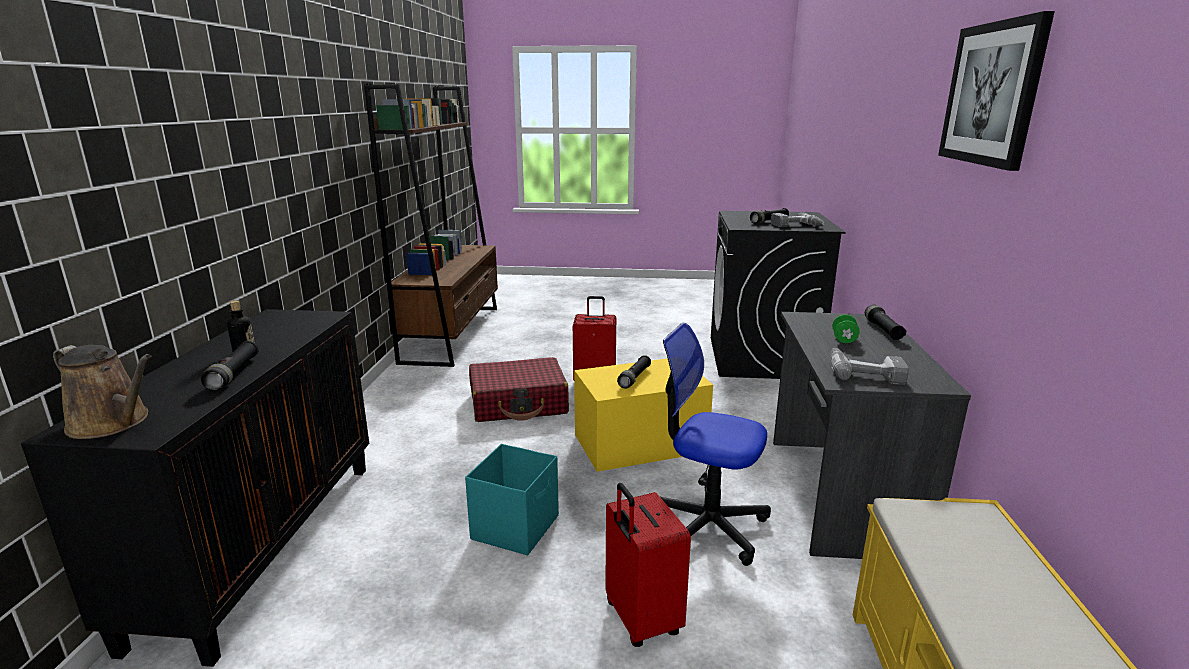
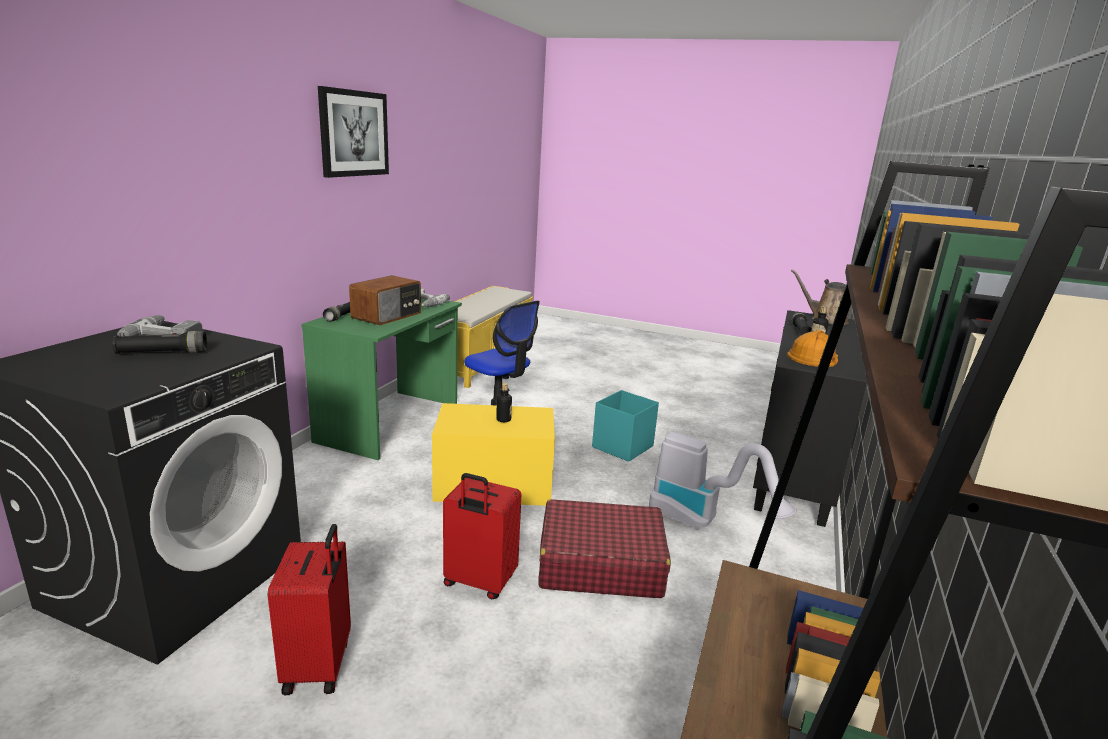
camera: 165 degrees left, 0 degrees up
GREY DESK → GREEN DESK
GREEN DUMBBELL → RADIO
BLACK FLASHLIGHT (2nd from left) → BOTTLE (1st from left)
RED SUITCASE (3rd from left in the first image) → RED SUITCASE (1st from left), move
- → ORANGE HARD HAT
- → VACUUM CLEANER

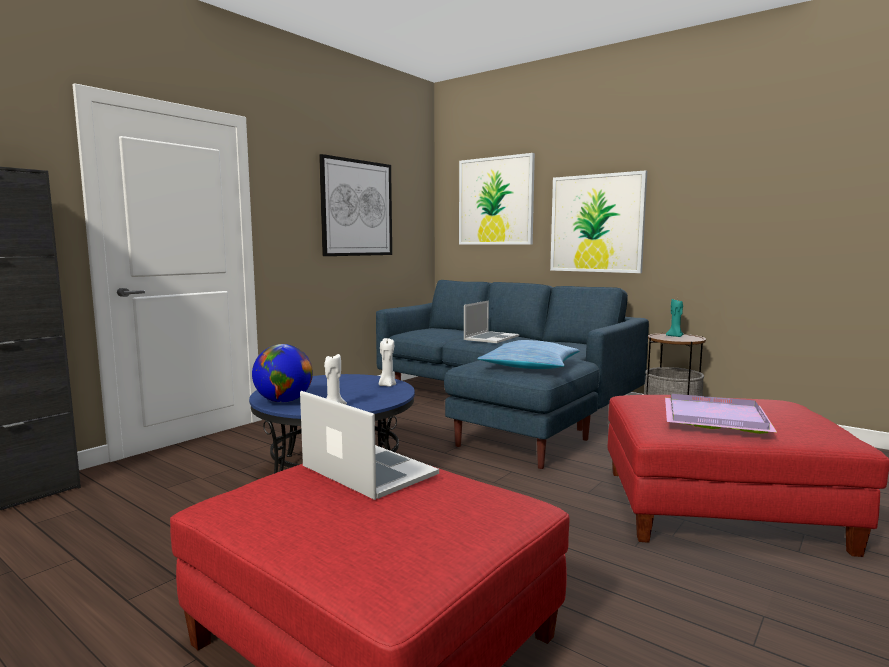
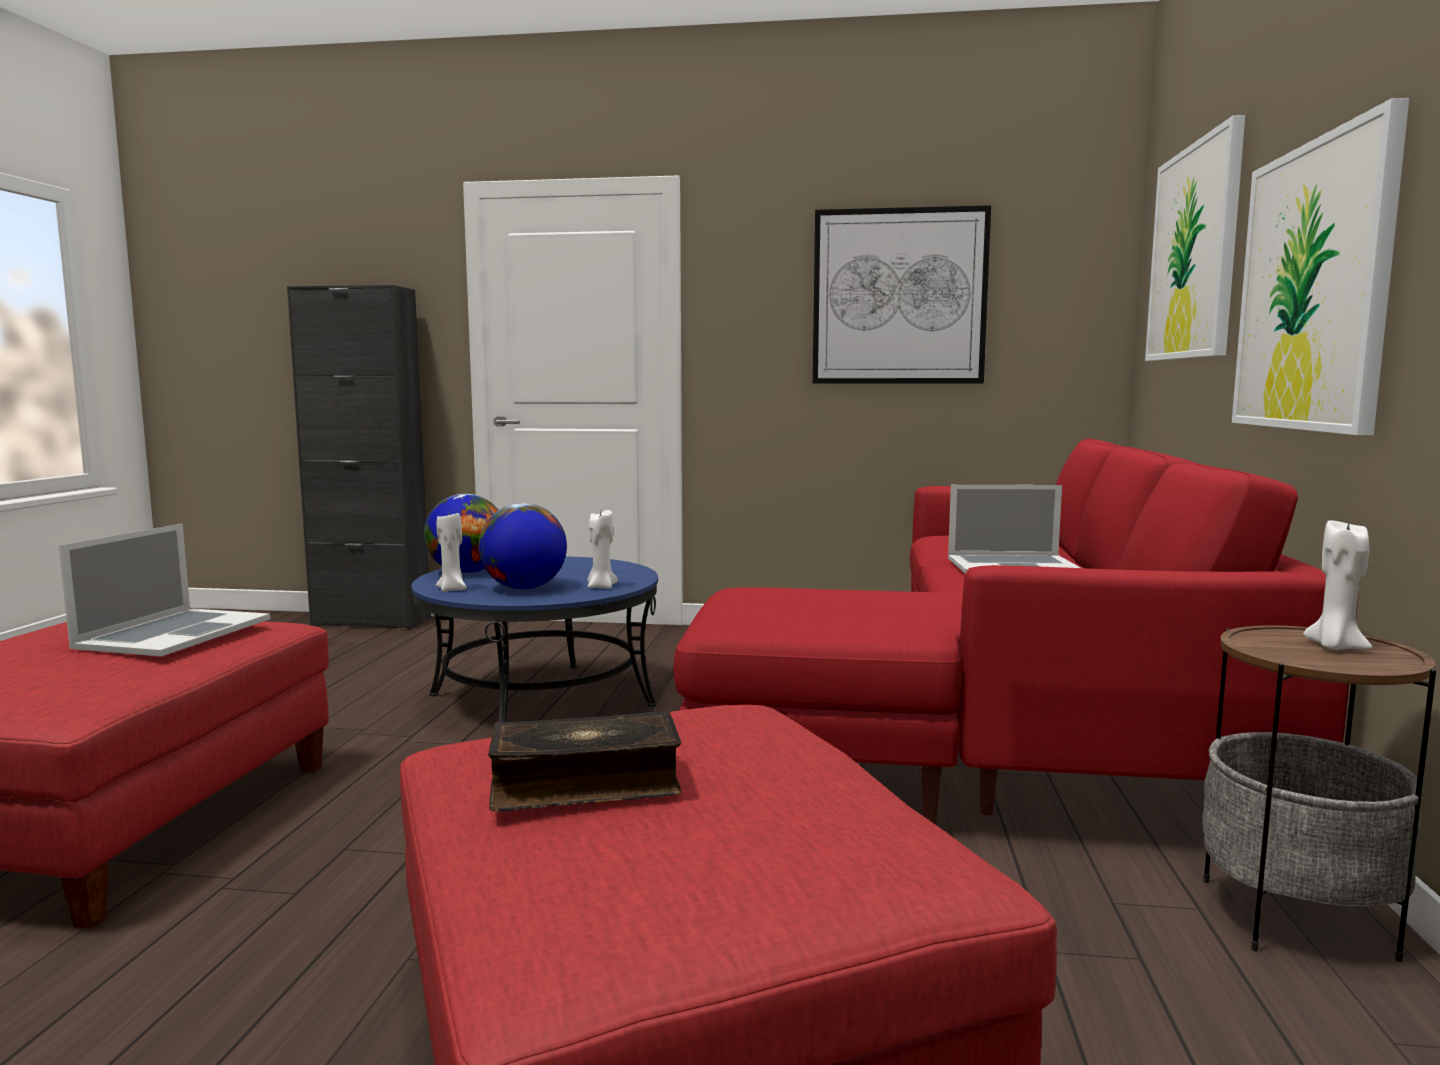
camera: 60 degrees right, 0 degrees up
BLUE SOFA → RED SOFA
TURQUOISE CANDLE → WHITE CANDLE (3rd from left)
PILLOW → -
PURPLE TRAY → BOOK
- → GLOBE (2nd from left)

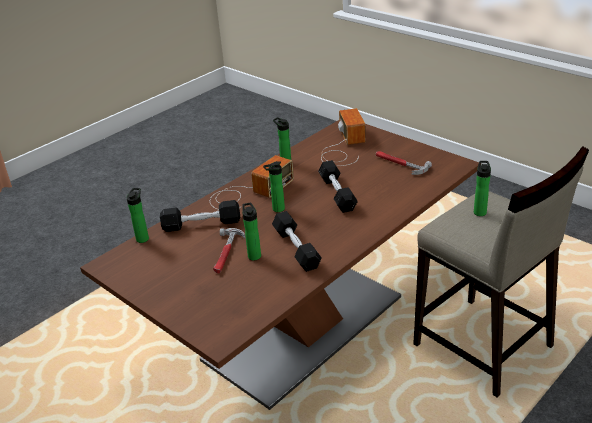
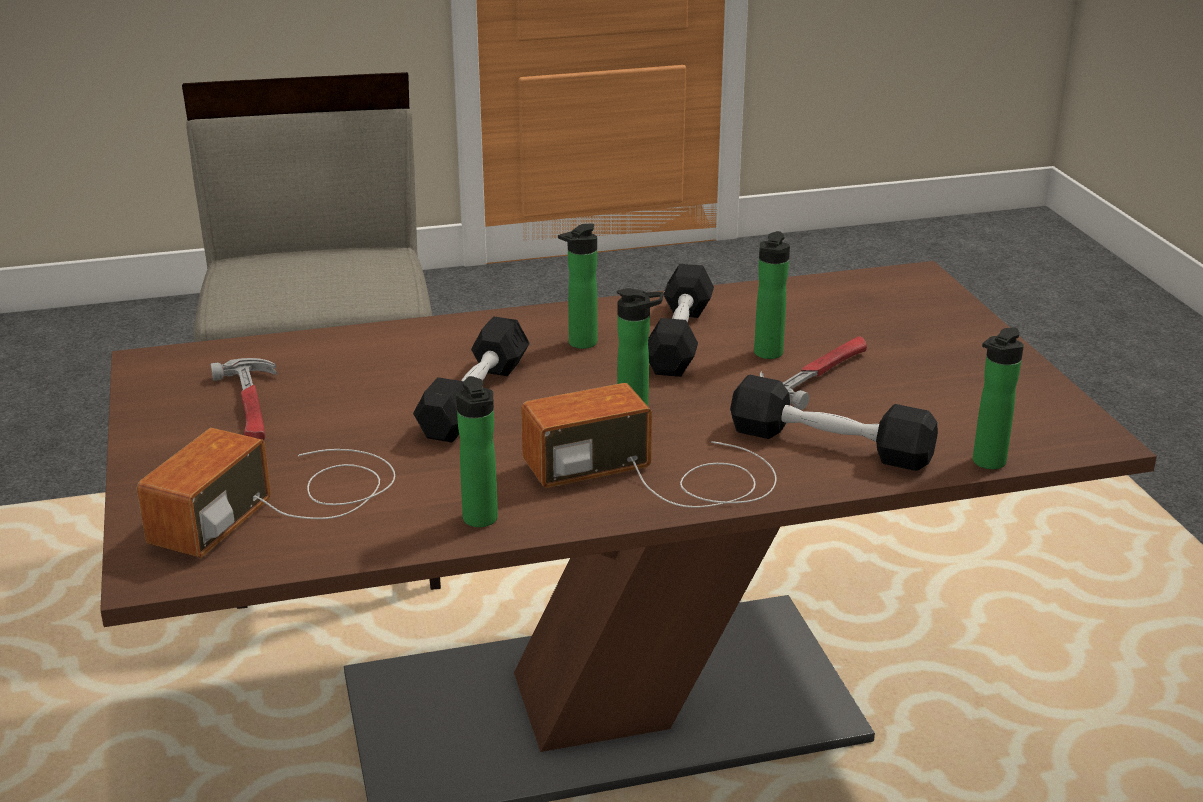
camera: 150 degrees left, 5 degrees down
BOTTLE (5th from left in the first image) → BOTTLE (2nd from left), move

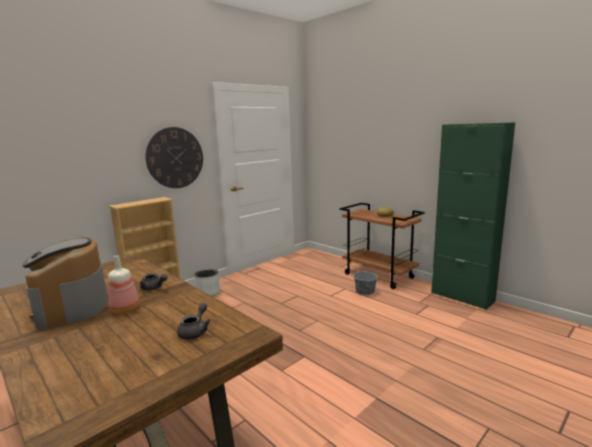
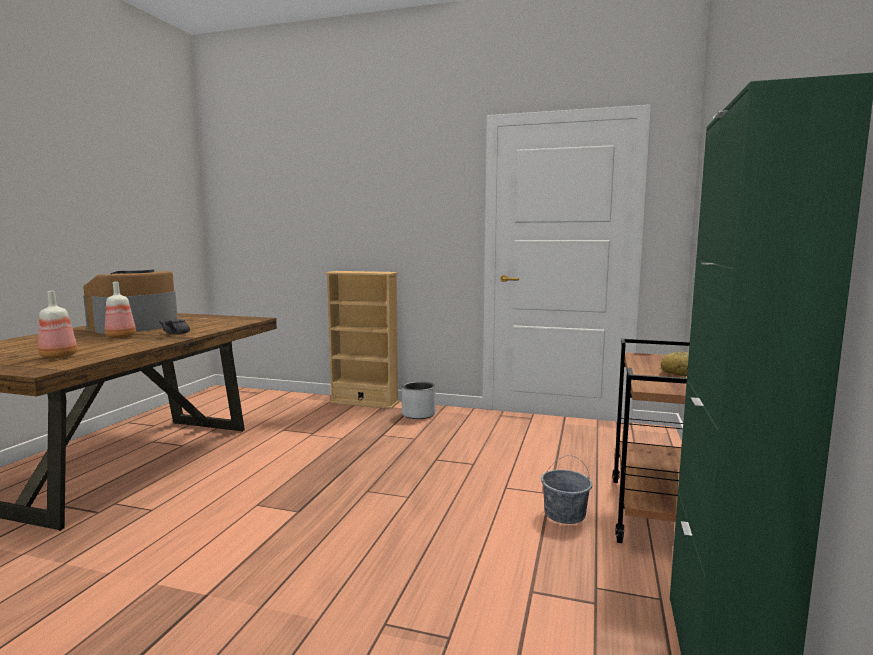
camera: 60 degrees right, 5 degrees down
WALL CLOCK → -
GREY TEAPOT (2nd from left) → BOTTLE (1st from left)

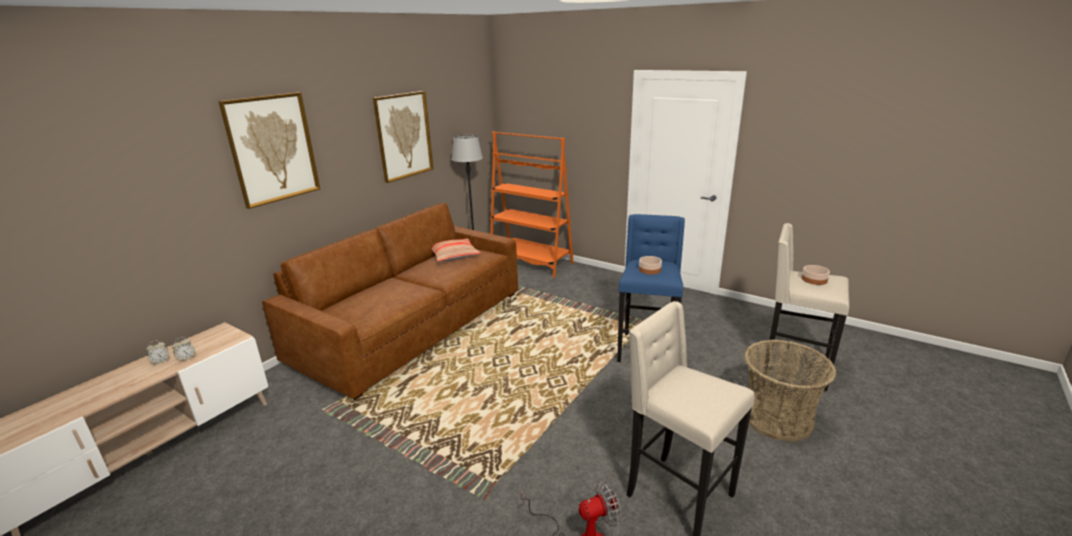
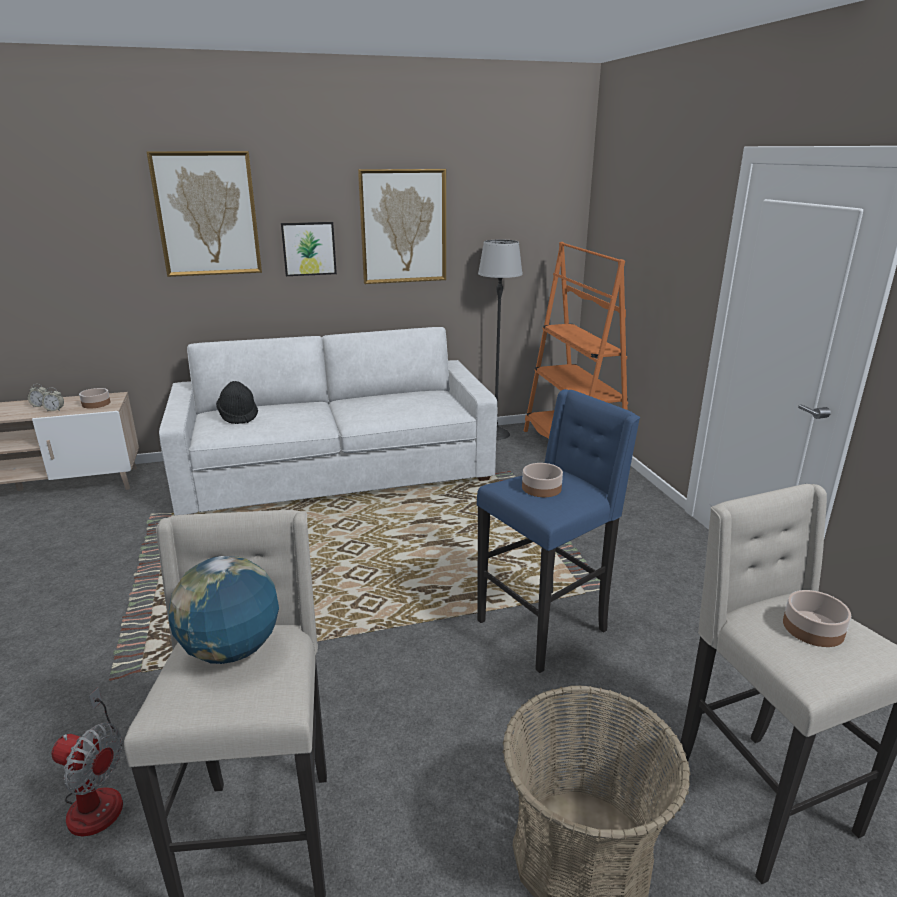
camera: 40 degrees right, 0 degrees up
BROWN SOFA → WHITE SOFA
PILLOW → -
- → PICTURE (2nd from left)
- → BLACK HAT
- → BOWL (1st from left)
- → GLOBE

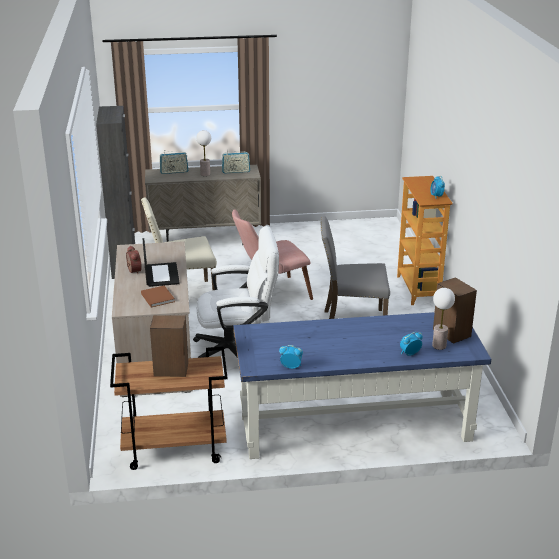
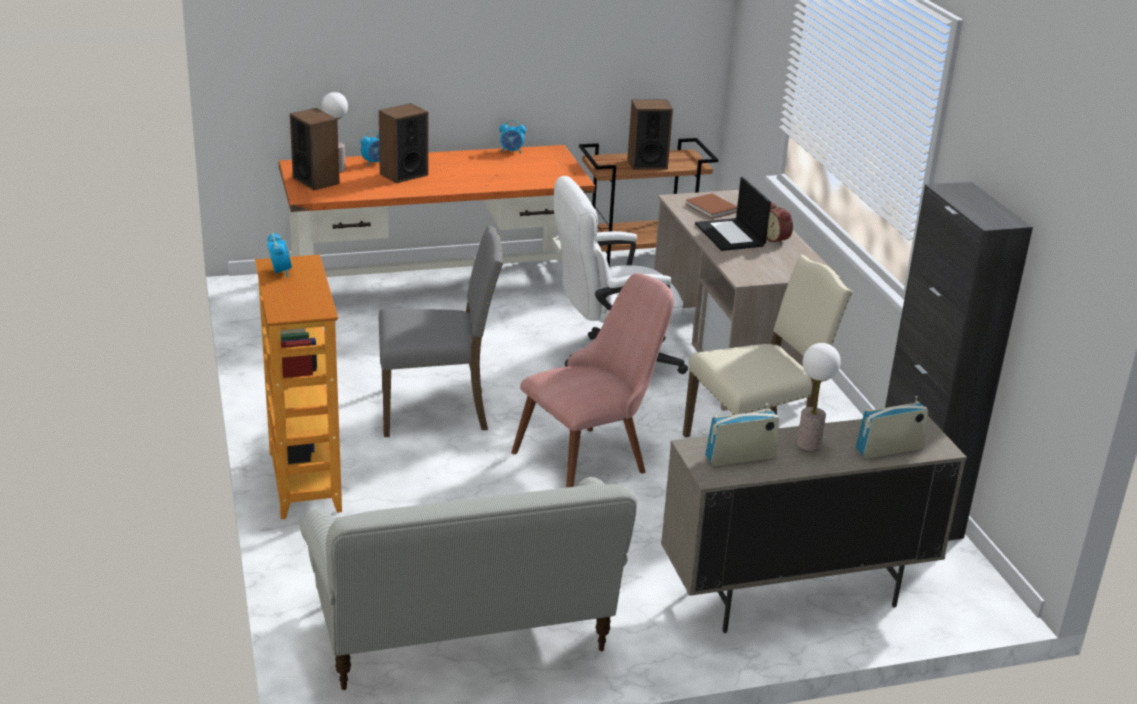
camera: 170 degrees right, 0 degrees up
BLUE DESK → ORANGE DESK
- → SPEAKER (2nd from left)
- → SOFA

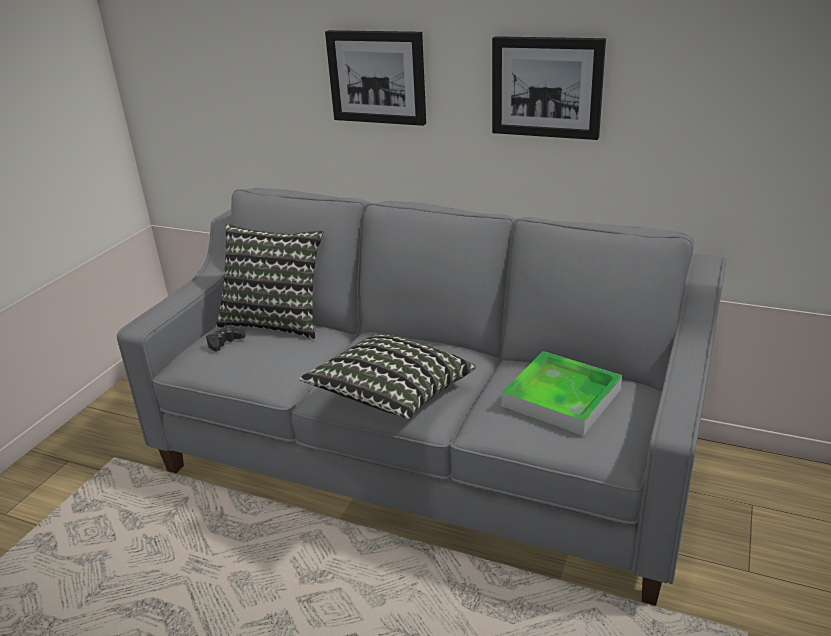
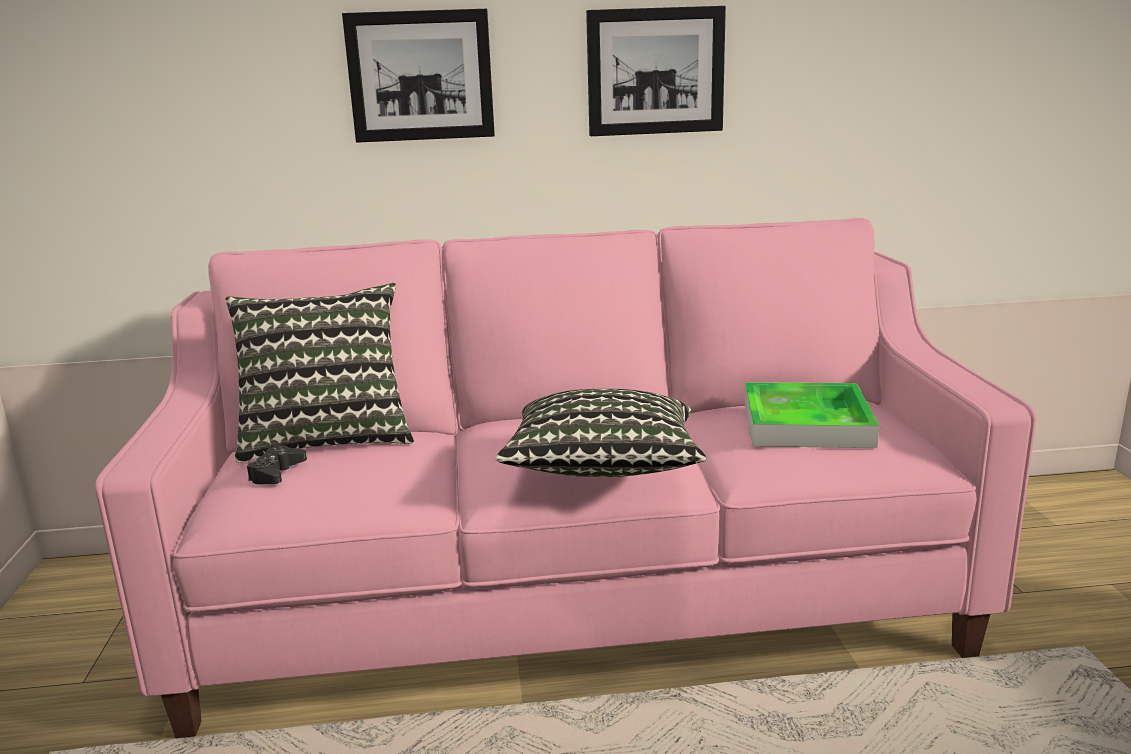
camera: 30 degrees left, 10 degrees down
GREY SOFA → PINK SOFA

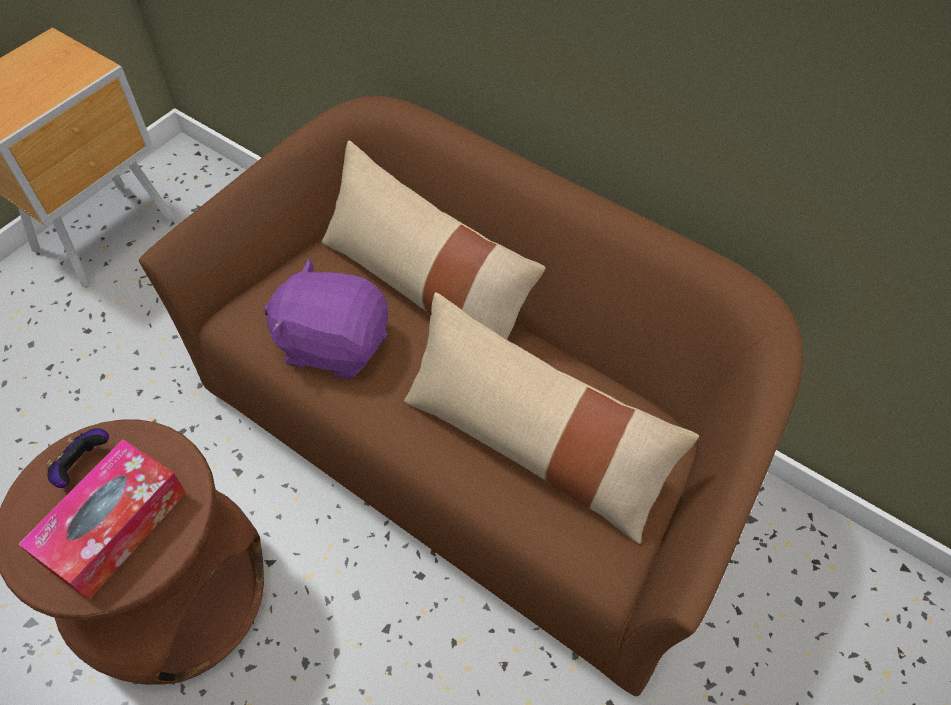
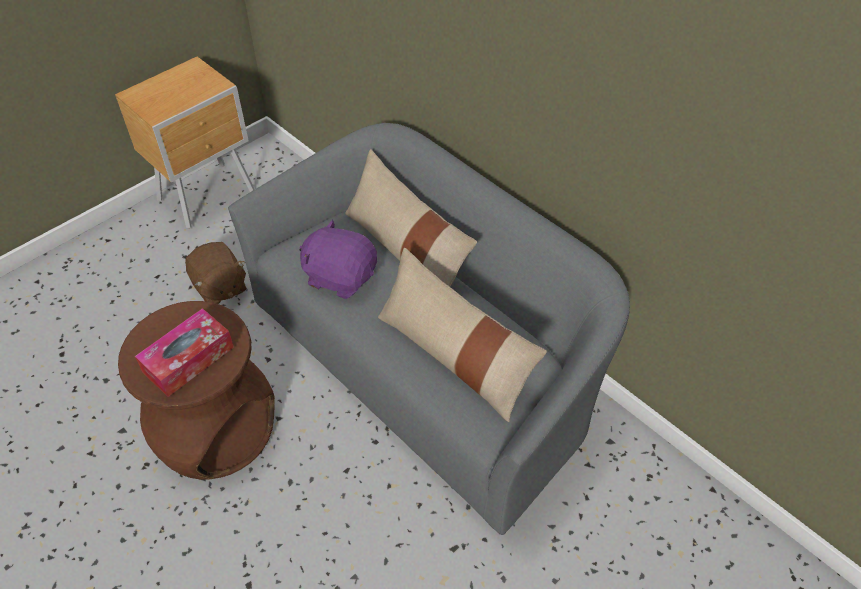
camera: 10 degrees right, 5 degrees down
BROWN SOFA → GREY SOFA
GAME CONTROLLER → -
- → BROWN PLUSH TOY

